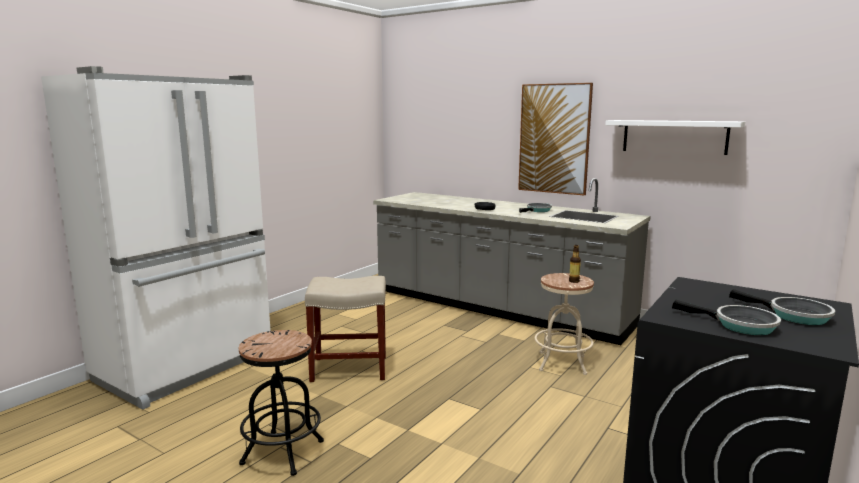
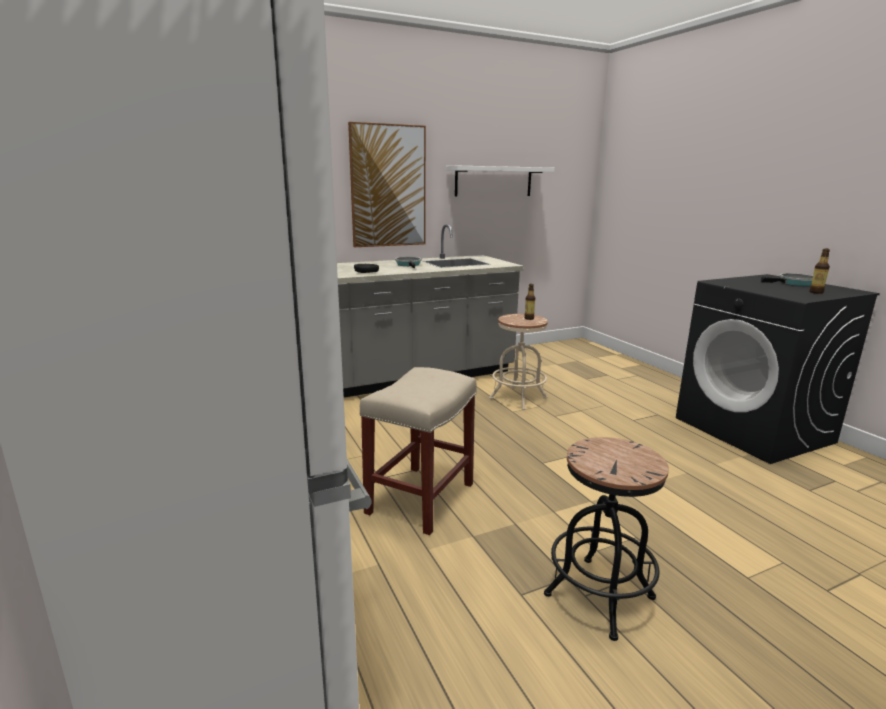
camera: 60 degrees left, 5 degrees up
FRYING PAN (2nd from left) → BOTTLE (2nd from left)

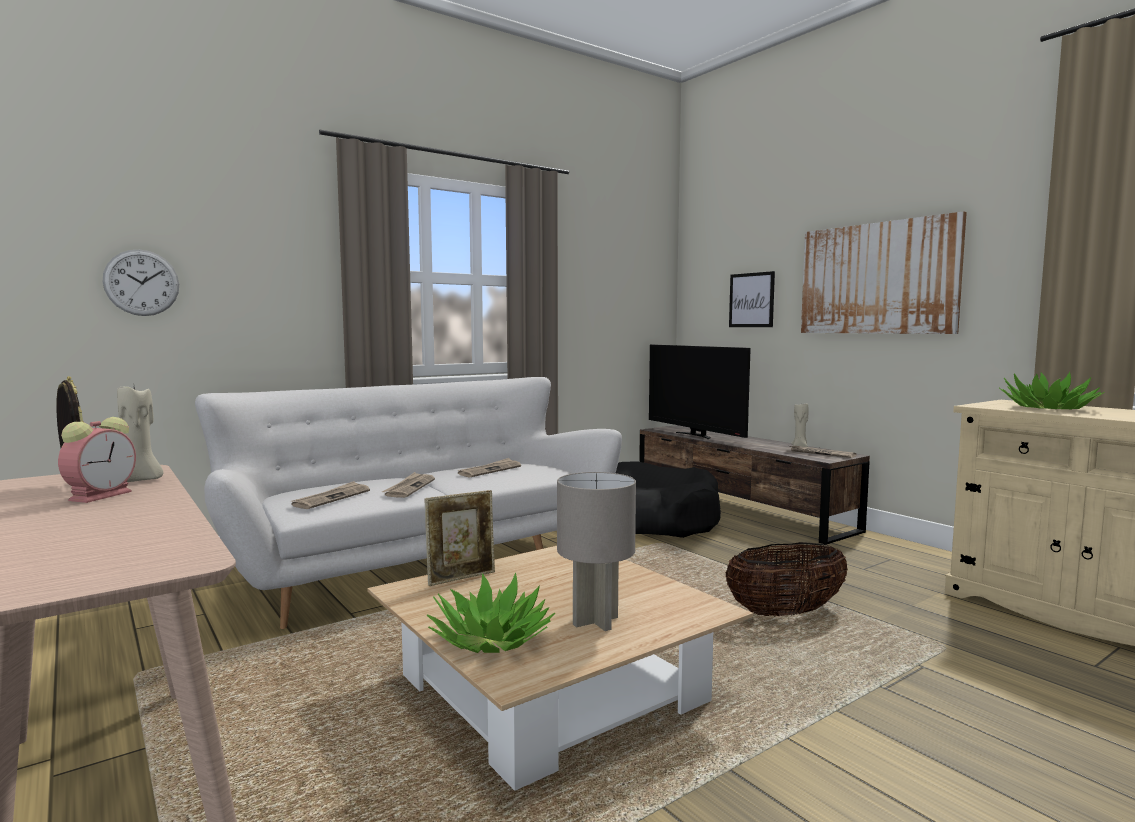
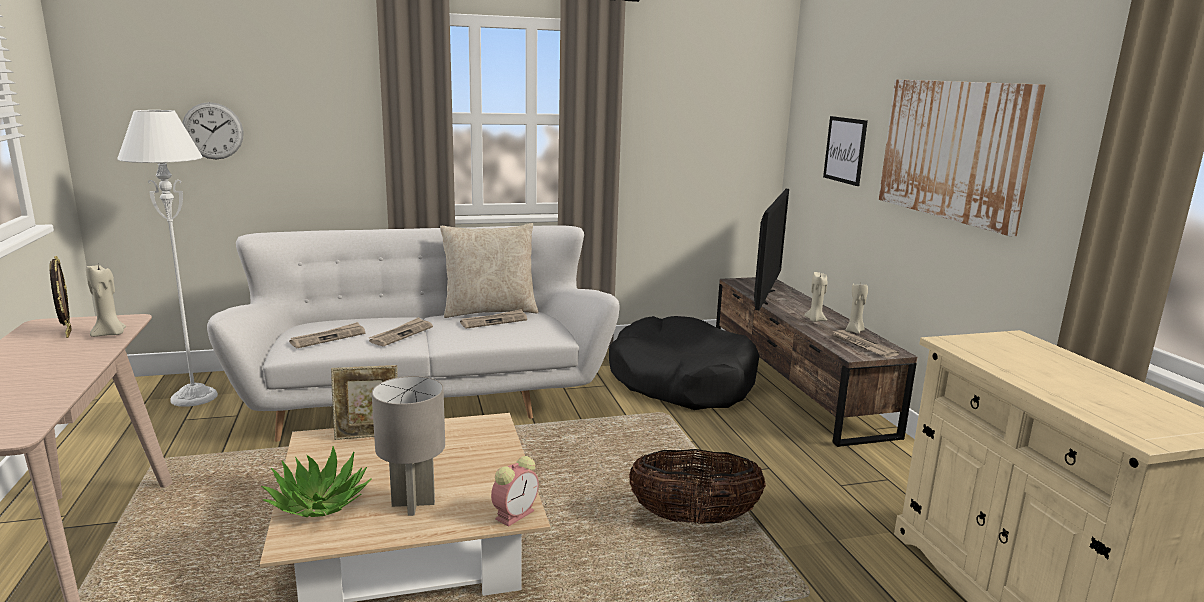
camera: 20 degrees right, 10 degrees up
TELEVISION, 150 degrees counterclockwise
POTTED PLANT (2nd from left) → -
ALARM CLOCK, move
- → WHITE FLOOR LAMP
- → BEIGE PILLOW
- → BEIGE CANDLE (2nd from left)

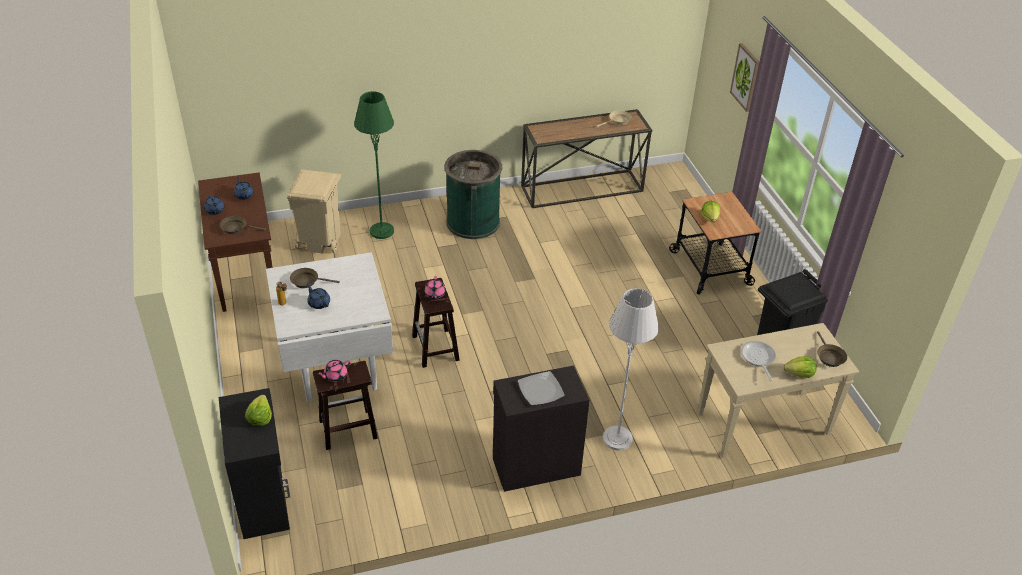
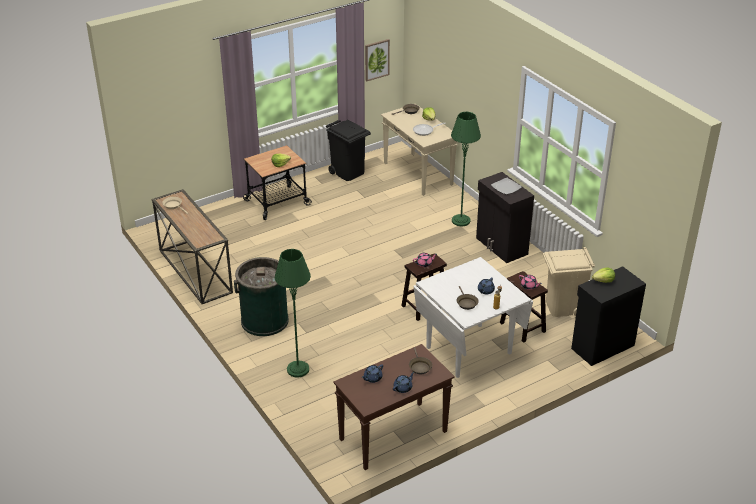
camera: 105 degrees left, 5 degrees down
PICTURE, move
BEIGE TRASH CAN, move
WHITE FLOOR LAMP → GREEN FLOOR LAMP (2nd from left)

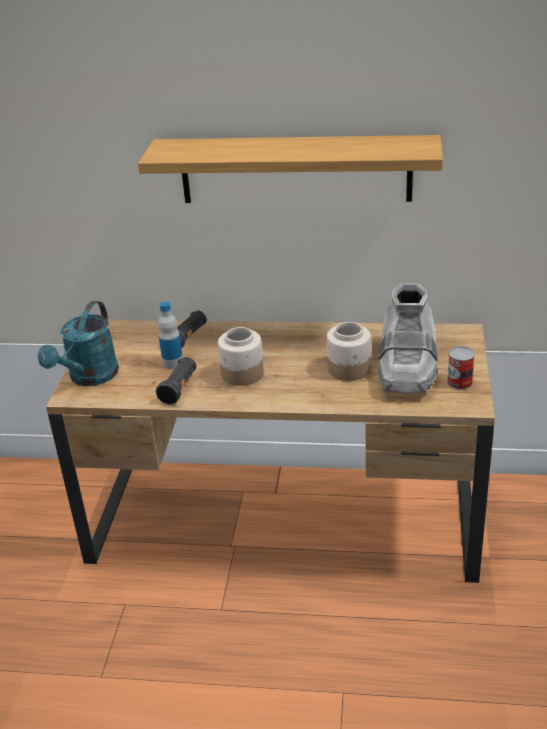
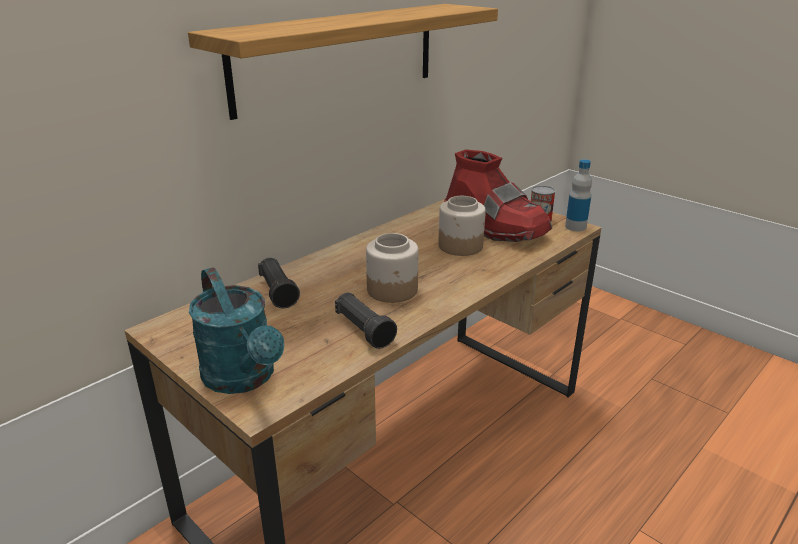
camera: 55 degrees left, 5 degrees down
GREY BOOT → RED BOOT
BOTTLE, move

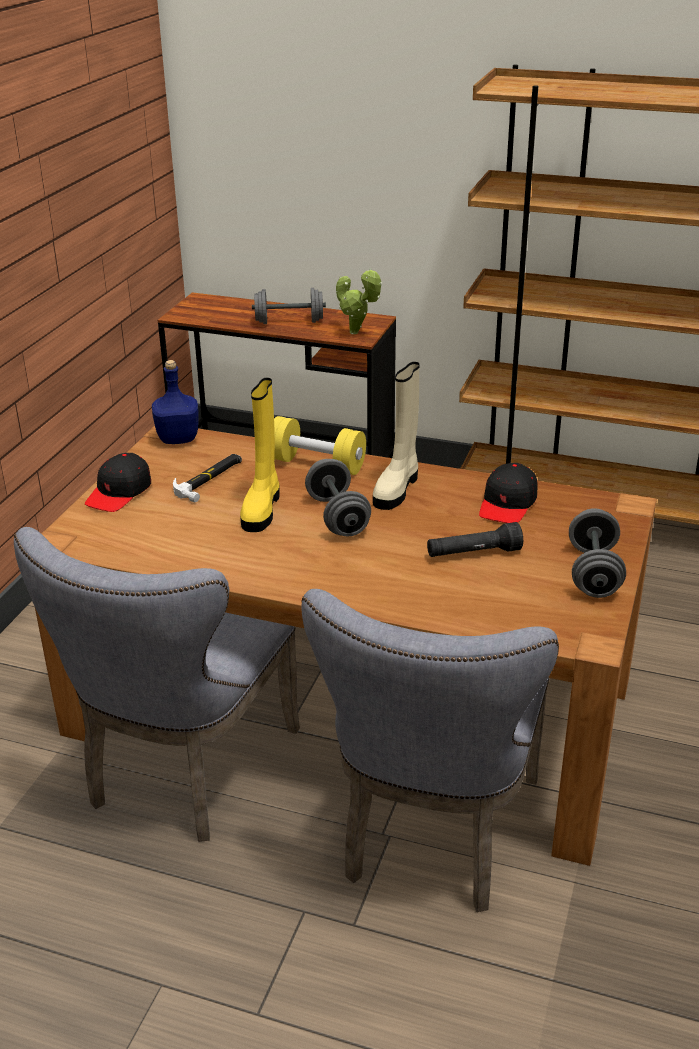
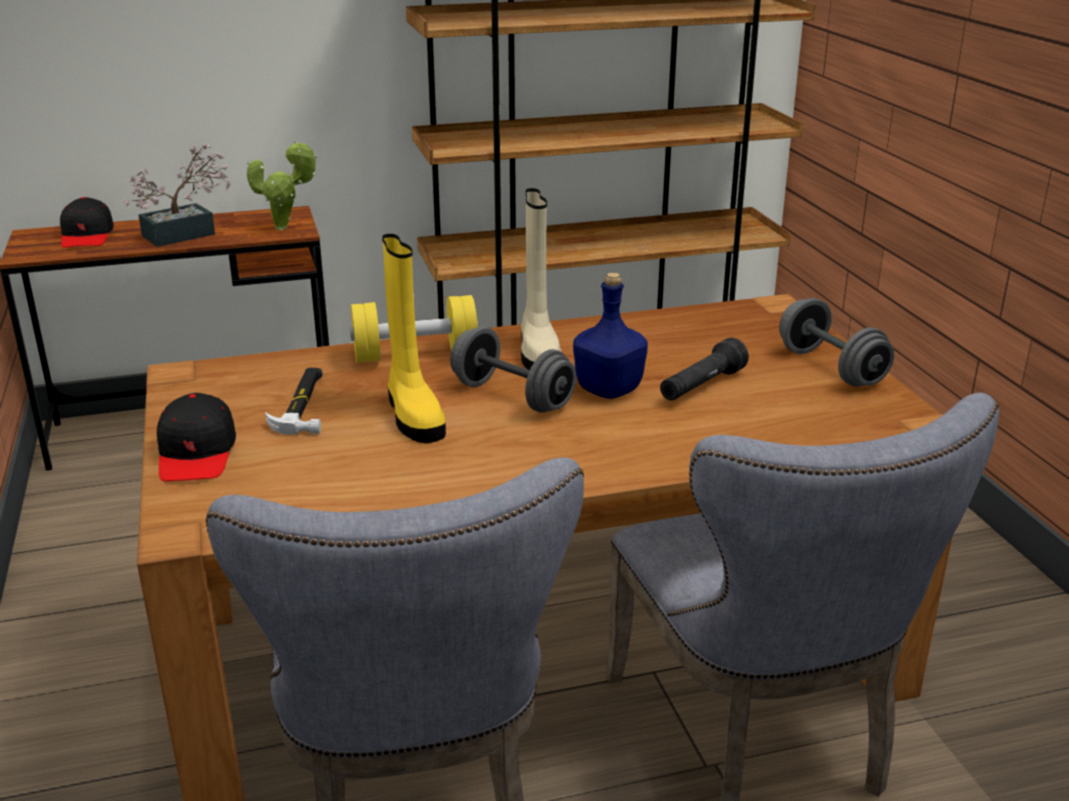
camera: 35 degrees left, 5 degrees down
GREY DUMBBELL (1st from left) → POTTED PLANT (1st from left)
BLUE BOTTLE, move
BLACK CAP (2nd from left in the first image) → BLACK CAP (1st from left), move

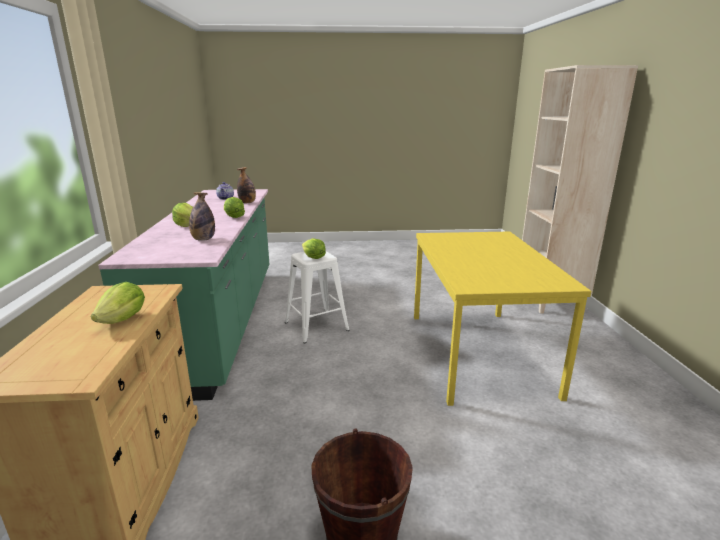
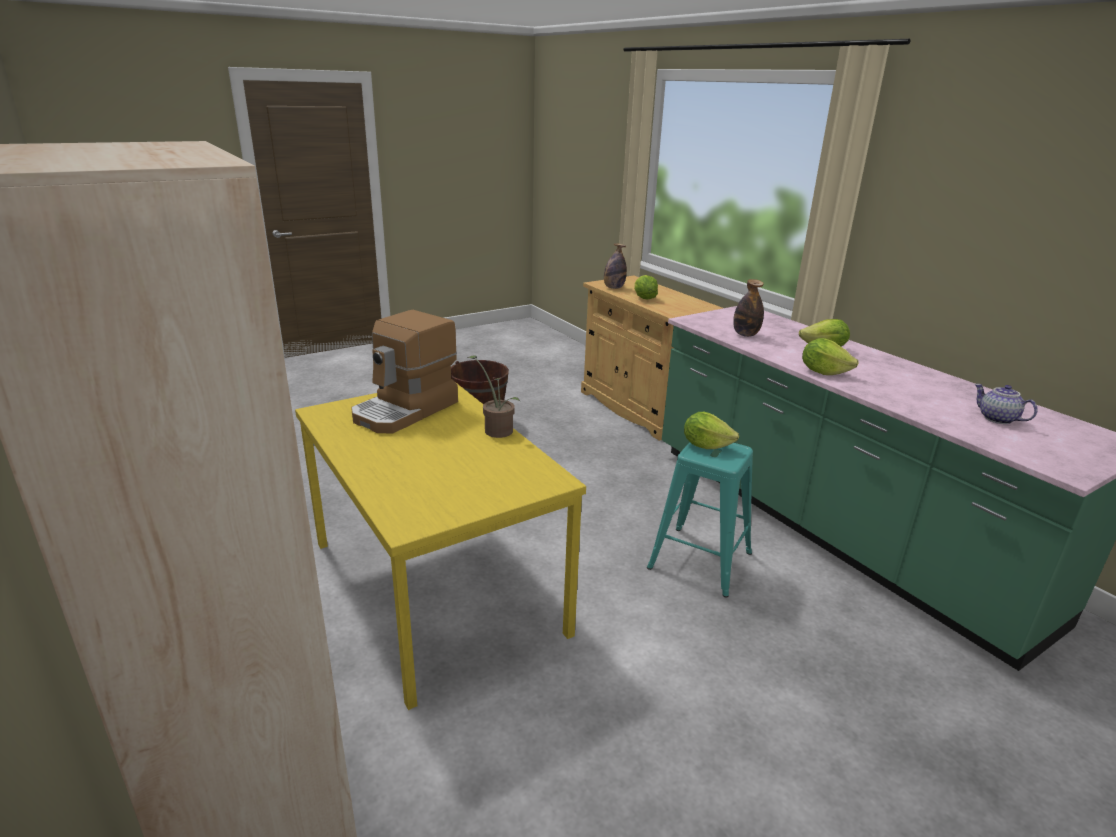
camera: 150 degrees right, 5 degrees up
BOTTLE (2nd from left in the first image) → BOTTLE (1st from left), move
WHITE STOOL → TURQUOISE STOOL
- → COFFEE MACHINE
- → POTTED PLANT

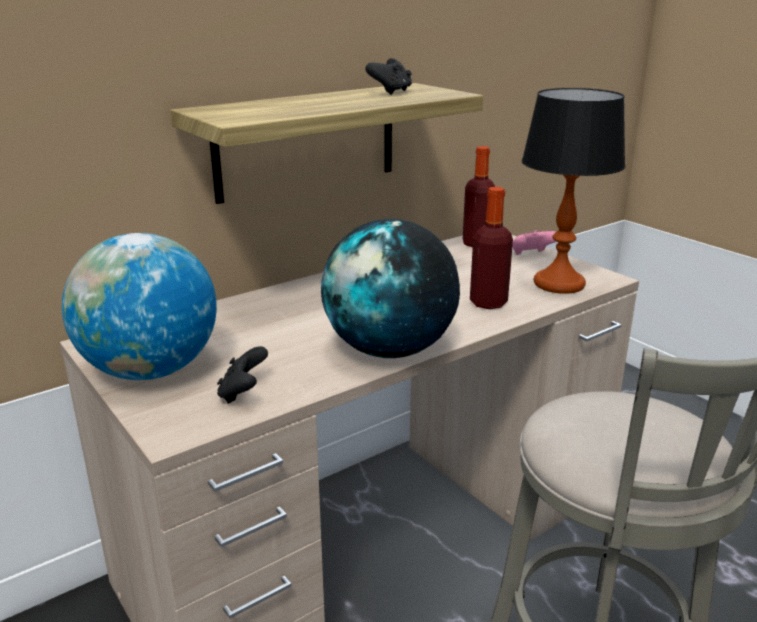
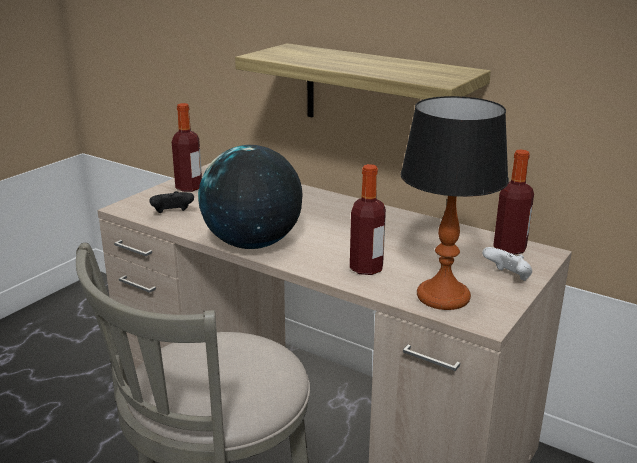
camera: 70 degrees right, 0 degrees up
BLACK GAME CONTROLLER (2nd from left) → -
PINK GAME CONTROLLER → WHITE GAME CONTROLLER
GLOBE (1st from left) → BOTTLE (1st from left)

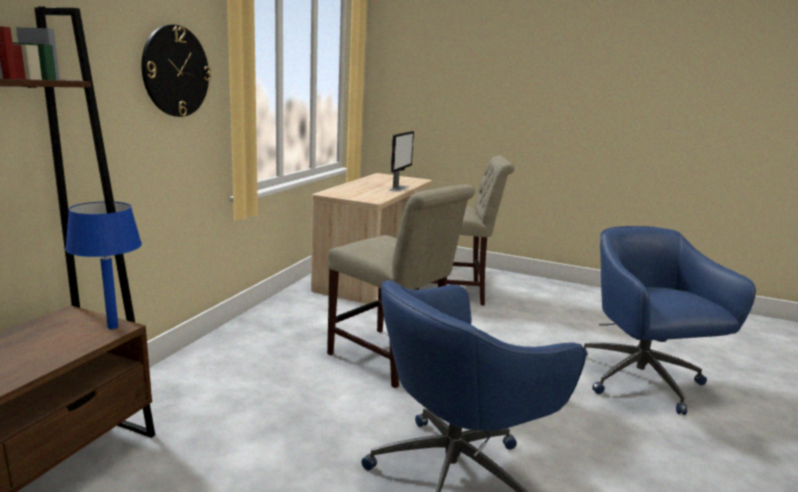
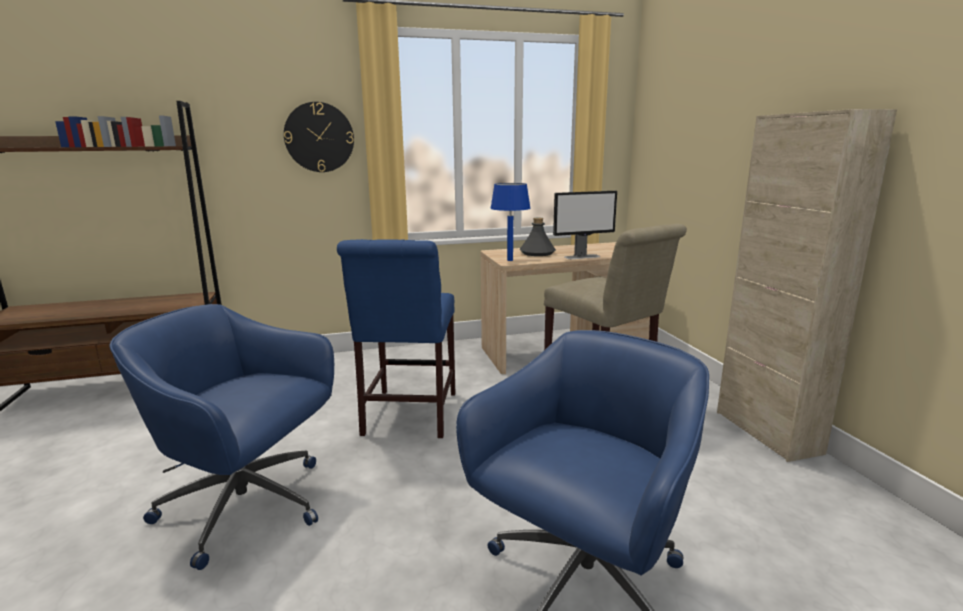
camera: 55 degrees right, 0 degrees up
BEIGE CHAIR (1st from left) → BLUE CHAIR
BLUE TABLE LAMP, move
- → BEIGE CABINET
- → GREY BOTTLE

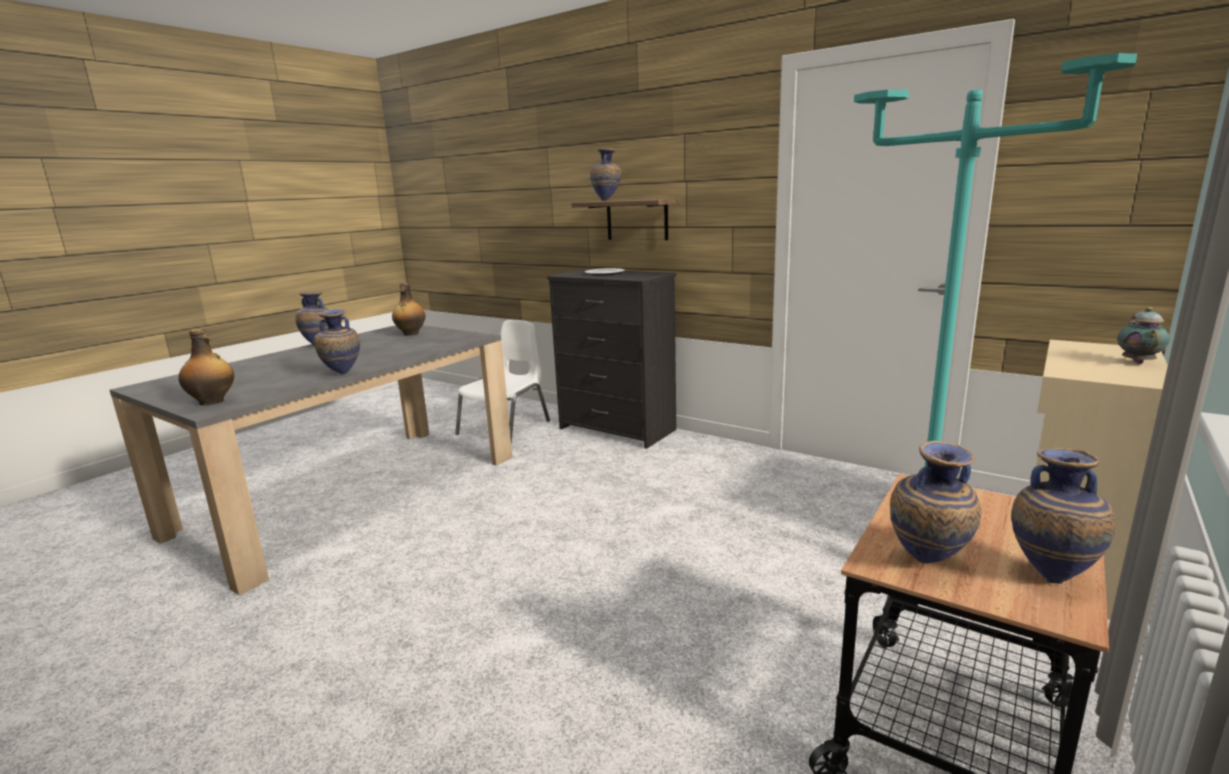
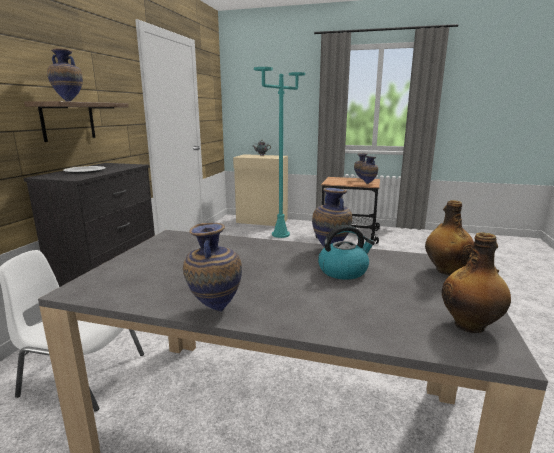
camera: 110 degrees left, 0 degrees up
BOTTLE (2nd from left), move
- → KETTLE

